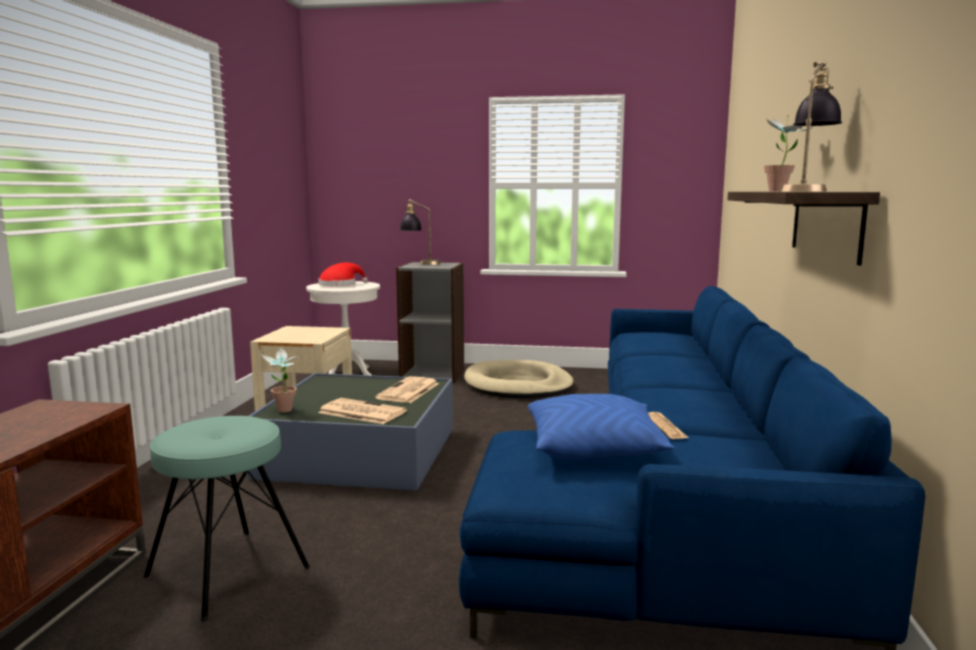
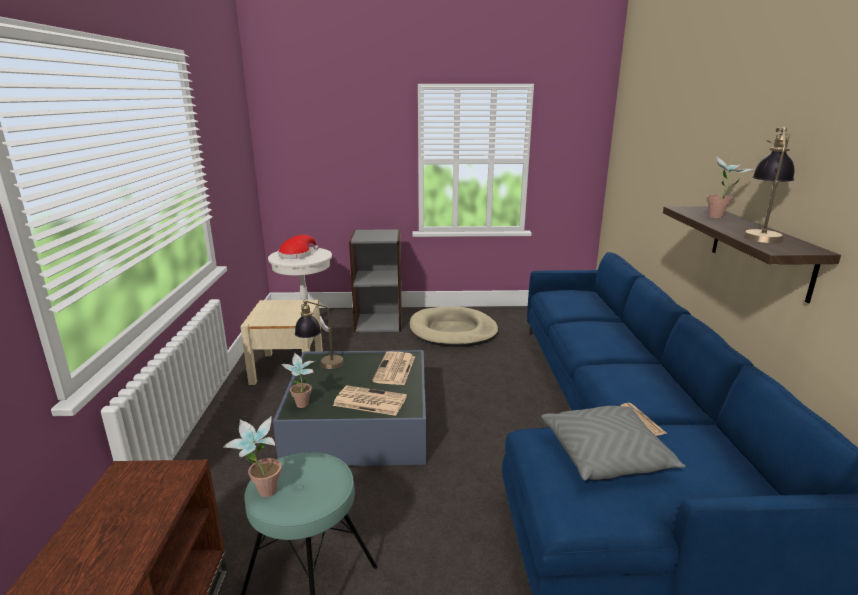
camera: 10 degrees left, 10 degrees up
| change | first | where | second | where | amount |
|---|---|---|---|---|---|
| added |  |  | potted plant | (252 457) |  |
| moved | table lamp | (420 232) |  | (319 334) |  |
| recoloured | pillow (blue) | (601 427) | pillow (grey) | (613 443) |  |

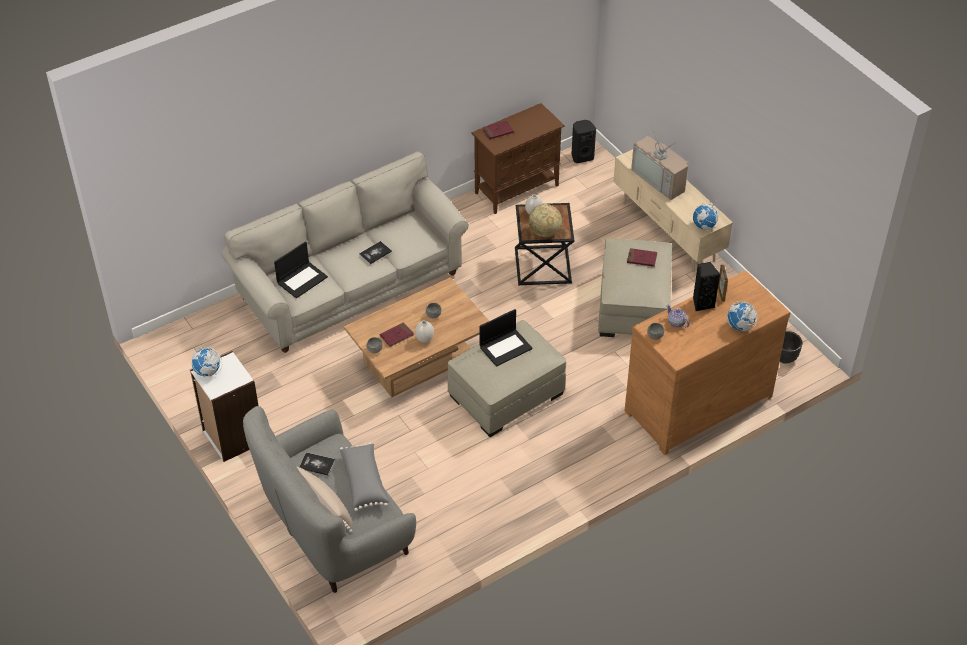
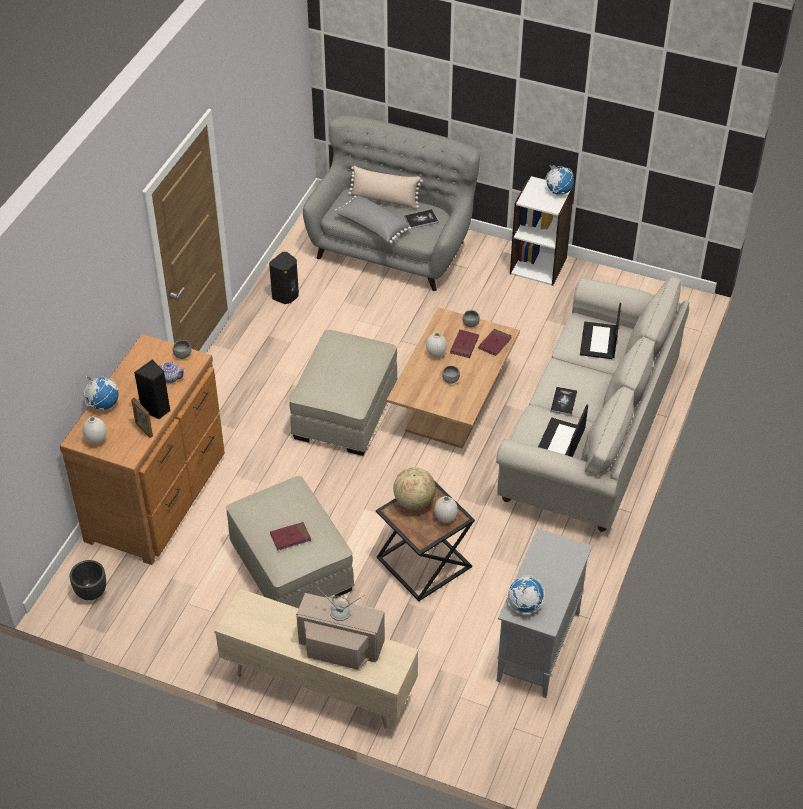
camera: 145 degrees right, 0 degrees up
| change | first | where | second | where | amount |
|---|---|---|---|---|---|
| added |  |  | vase (white) | (94 430) |  |
| moved | speaker (black) | (583 141) |  | (284 278) |  |
| moved | book (red) | (498 130) |  | (495 342) |  |
| recoloured | cabinet (brown) | (518 158) | cabinet (grey) | (544 613) |  |
| moved | globe | (706 214) |  | (525 594) |  |
| moved | laptop | (506 338) |  | (563 430) |  |

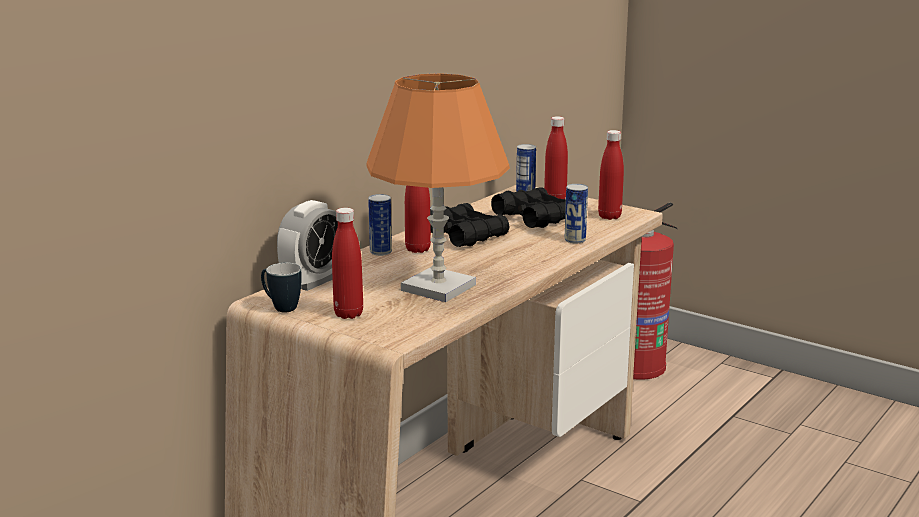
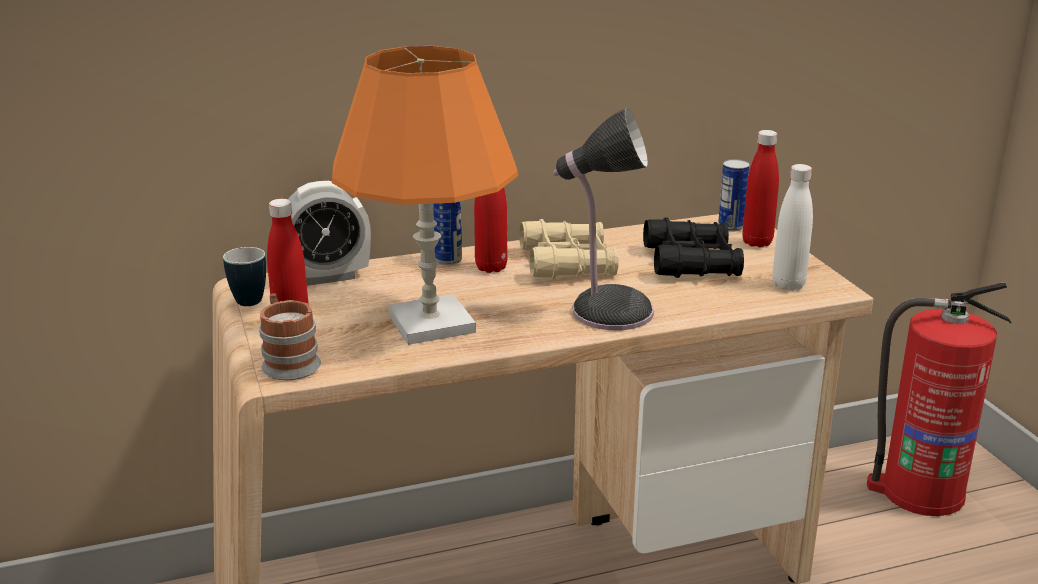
camera: 35 degrees right, 5 degrees up
| change | first | where | second | where | amount |
|---|---|---|---|---|---|
| added |  |  | mug | (290 336) |  |
| recoloured | binoculars (black) | (470 225) | binoculars (beige) | (568 249) |  |
| added |  |  | table lamp | (603 219) |  |
| recoloured | bottle (red) | (611 175) | bottle (white) | (792 227) |  |
| removed | can | (576 213) |  |  |  |

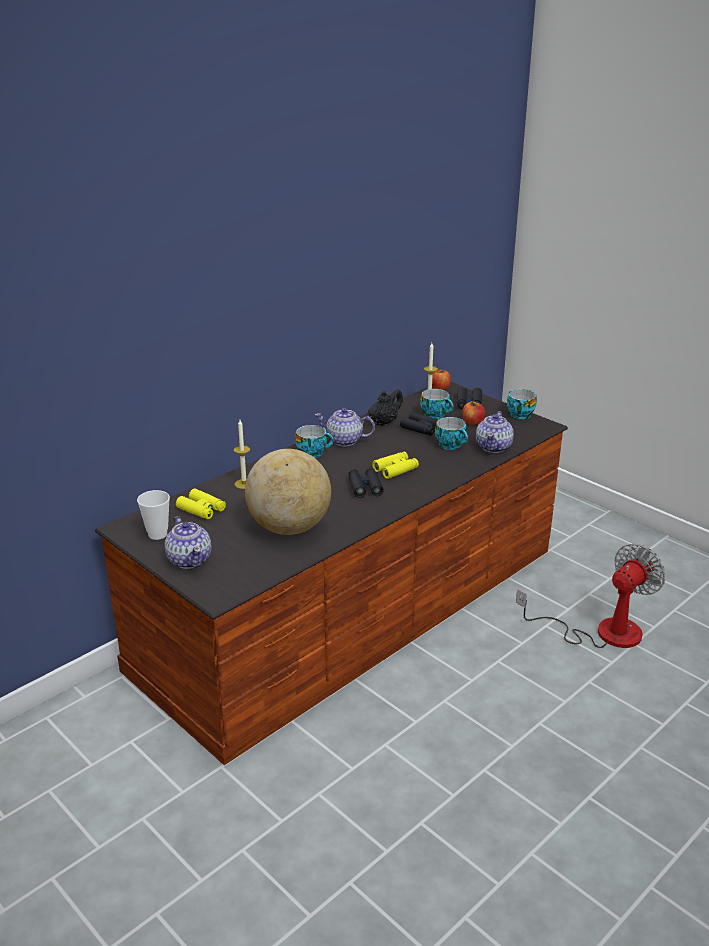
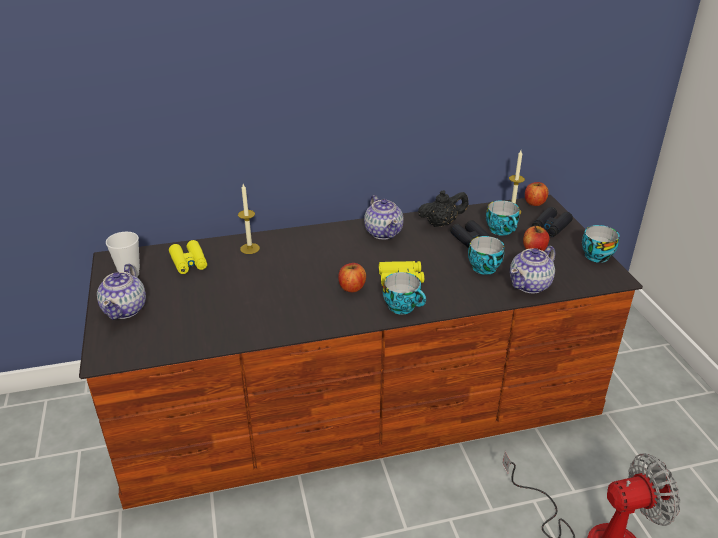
camera: 30 degrees right, 5 degrees up
| change | first | where | second | where | amount |
|---|---|---|---|---|---|
| replaced | binoculars (black) | (366 483) | apple | (352 277) |  |
| turned | teapot | (345 427) |  | (384 217) | 150 degrees counterclockwise |
| moved | cup | (314 441) |  | (404 293) |  |
| removed | globe | (288 492) |  |  |  |

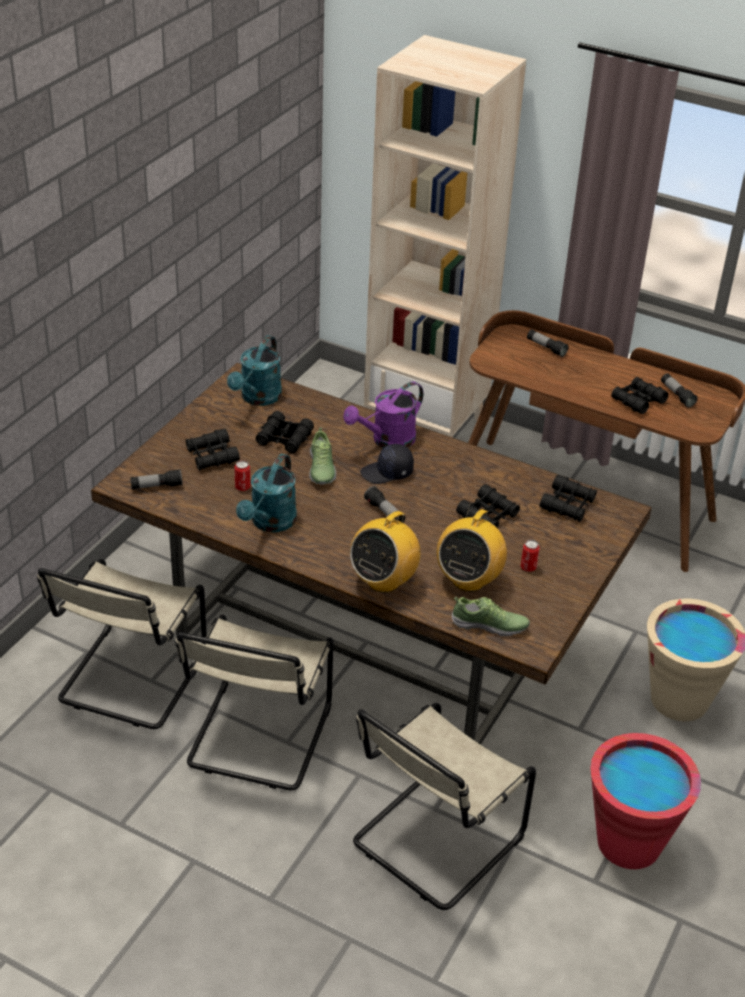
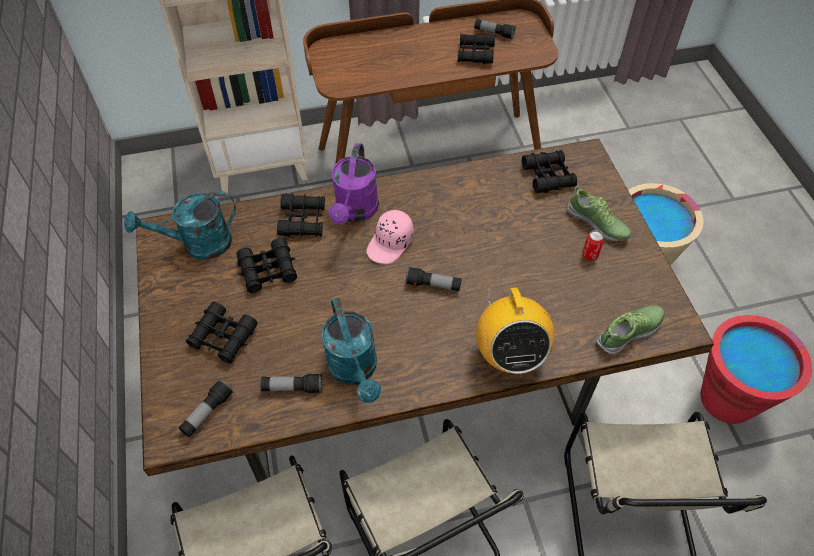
camera: 40 degrees left, 15 degrees up
| change | first | where | second | where | amount |
|---|---|---|---|---|---|
| turned | watering can (turquoise) | (254 370) |  | (180 225) | 90 degrees clockwise |
| moved | flashlight | (548 343) |  | (291 383) |  |
| moved | binoculars (black) | (488 506) |  | (301 215) |  |
| recoloured | cap (black) | (387 464) | cap (pink) | (390 237) |  |
| moved | shoe | (322 456) |  | (599 213) |  |
| removed | can | (242 475) |  |  |  |
| removed | radio | (472 548) |  |  |  |

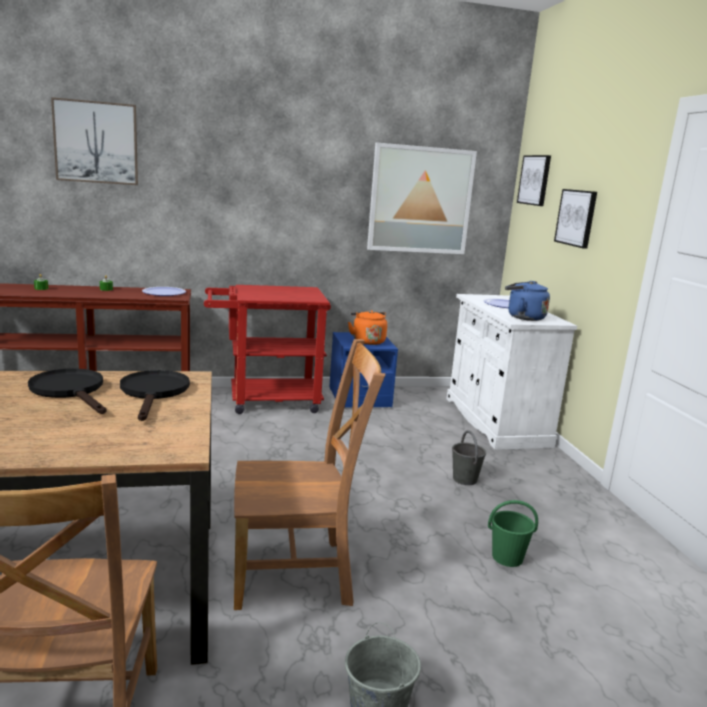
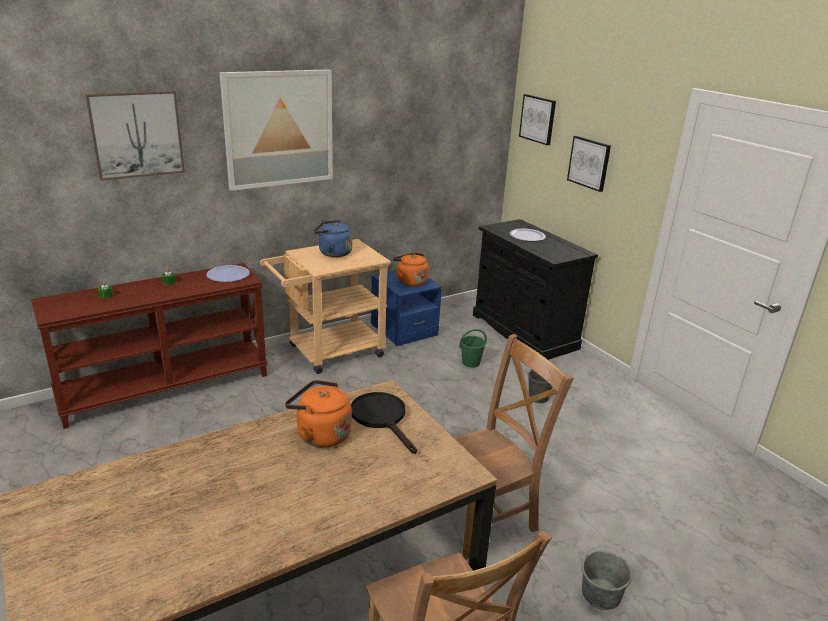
camera: 20 degrees left, 10 degrees up
| change | first | where | second | where | amount |
|---|---|---|---|---|---|
| moved | picture | (422 198) |  | (276 130) |  |
| recoloured | cart (red) | (267 349) | cart (beige) | (325 306) |  |
| replaced | frying pan (black) | (67 391) | kettle (orange) | (318 413) |  |
| moved | kettle (blue) | (527 301) |  | (332 238) |  |
| moved | bucket (green) | (513 533) |  | (473 348) |  |
| recoloured | cabinet (white) | (512 372) | cabinet (black) | (535 289) |  |

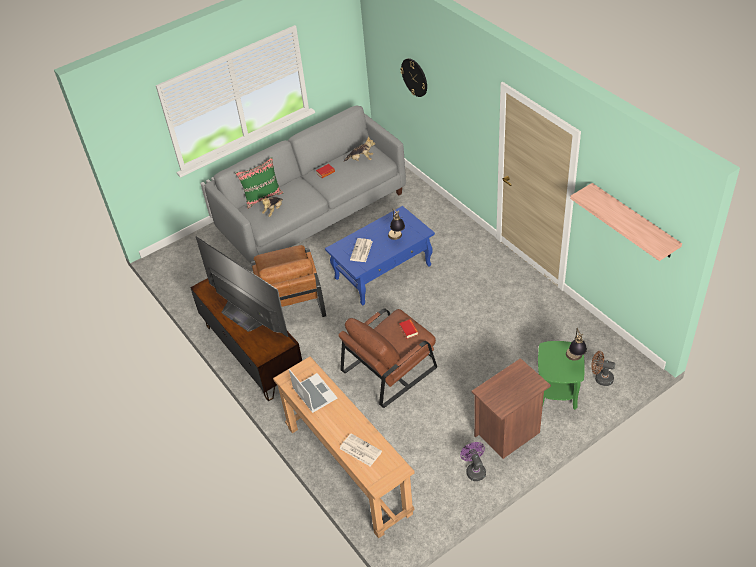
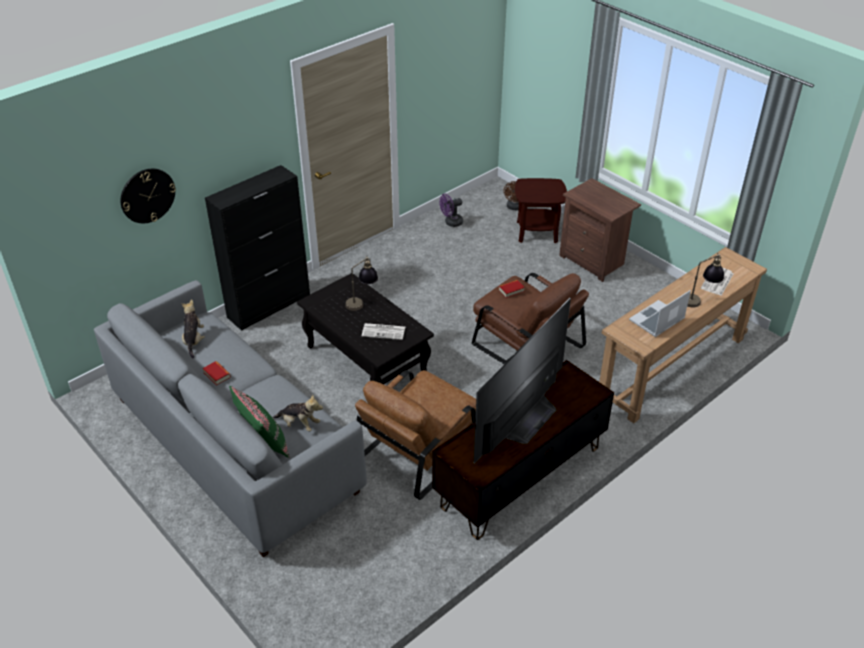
camera: 100 degrees left, 5 degrees down
| change | first | where | second | where | amount |
|---|---|---|---|---|---|
| added |  |  | cabinet (black) | (257 248) |  |
| recoloured | coffee table (blue) | (380 255) | coffee table (black) | (365 328) |  |
| turned | armchair (brown) | (288 281) |  | (415 435) | 150 degrees clockwise |
| moved | fan (purple) | (473 461) |  | (451 210) |  |
| recoloured | side table (green) | (561 375) | side table (brown) | (541 210) |  |
| moved | table lamp | (576 344) |  | (705 280) |  |
| removed | shelf | (626 222) |  |  |  |

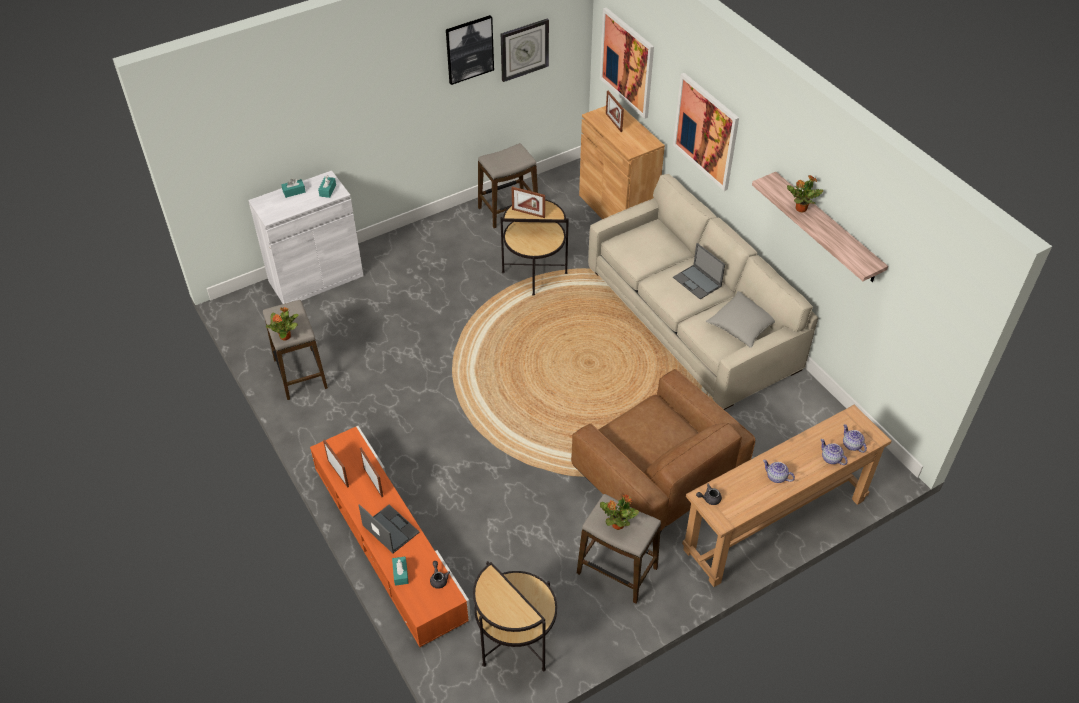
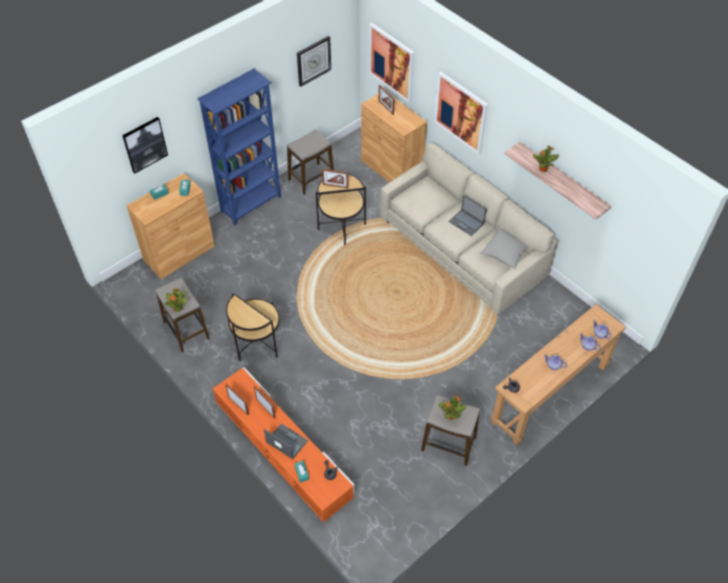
camera: 10 degrees left, 5 degrees up
| change | first | where | second | where | amount |
|---|---|---|---|---|---|
| moved | picture | (470 50) |  | (145 145) |  |
| recoloured | cabinet (white) | (305 237) | cabinet (brown) | (170 226) |  |
| added |  |  | bookcase (blue) | (239 147) |  |
| moved | side table | (515 616) |  | (253 327) |  |
| removed | armchair (brown) | (663 451) |  |  |  |

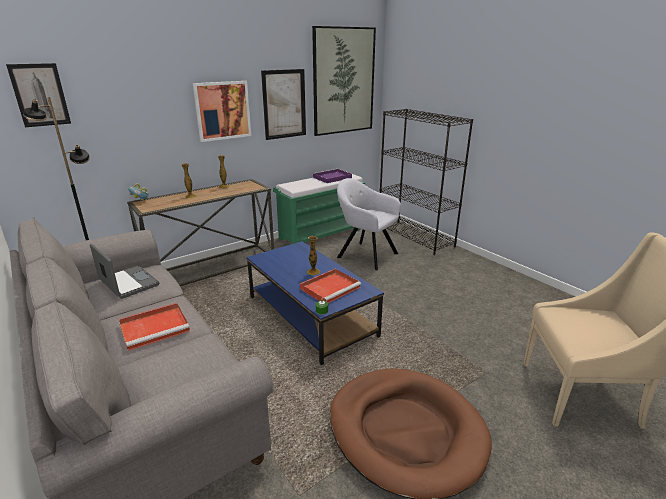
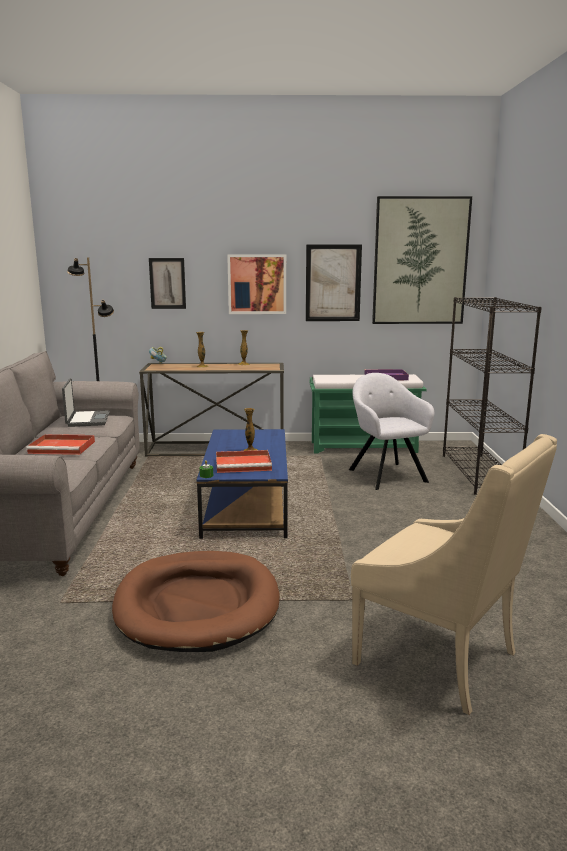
camera: 35 degrees right, 10 degrees down
| change | first | where | second | where | amount |
|---|---|---|---|---|---|
| moved | picture | (38 95) |  | (167 283) |  |

